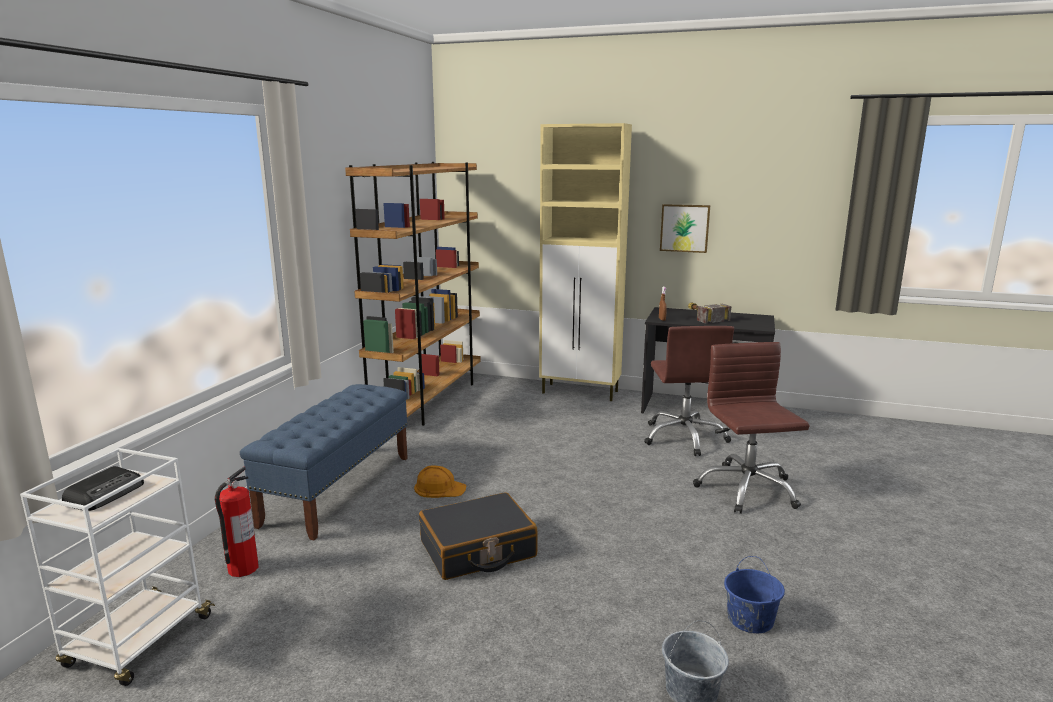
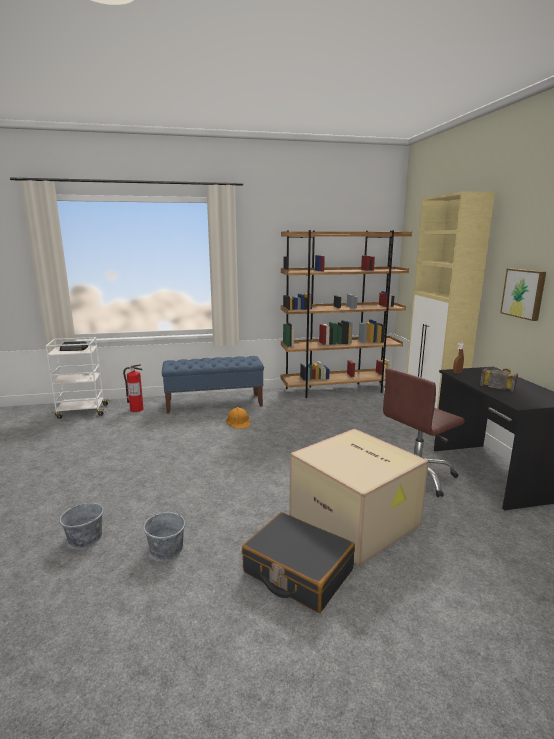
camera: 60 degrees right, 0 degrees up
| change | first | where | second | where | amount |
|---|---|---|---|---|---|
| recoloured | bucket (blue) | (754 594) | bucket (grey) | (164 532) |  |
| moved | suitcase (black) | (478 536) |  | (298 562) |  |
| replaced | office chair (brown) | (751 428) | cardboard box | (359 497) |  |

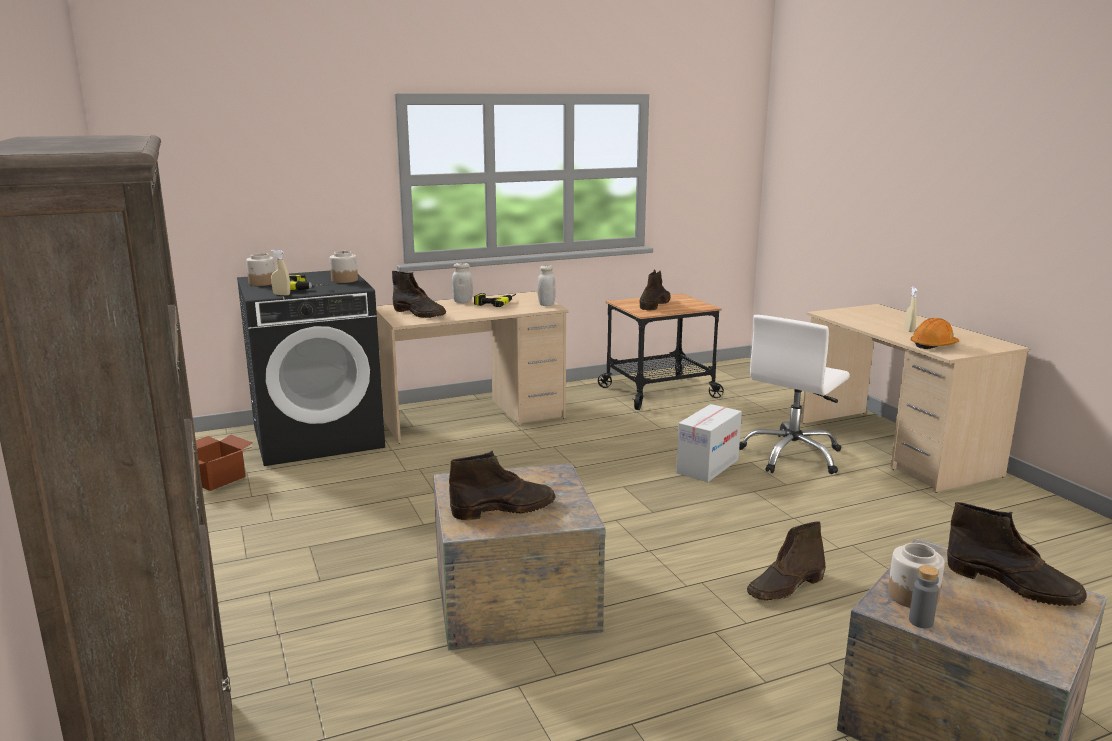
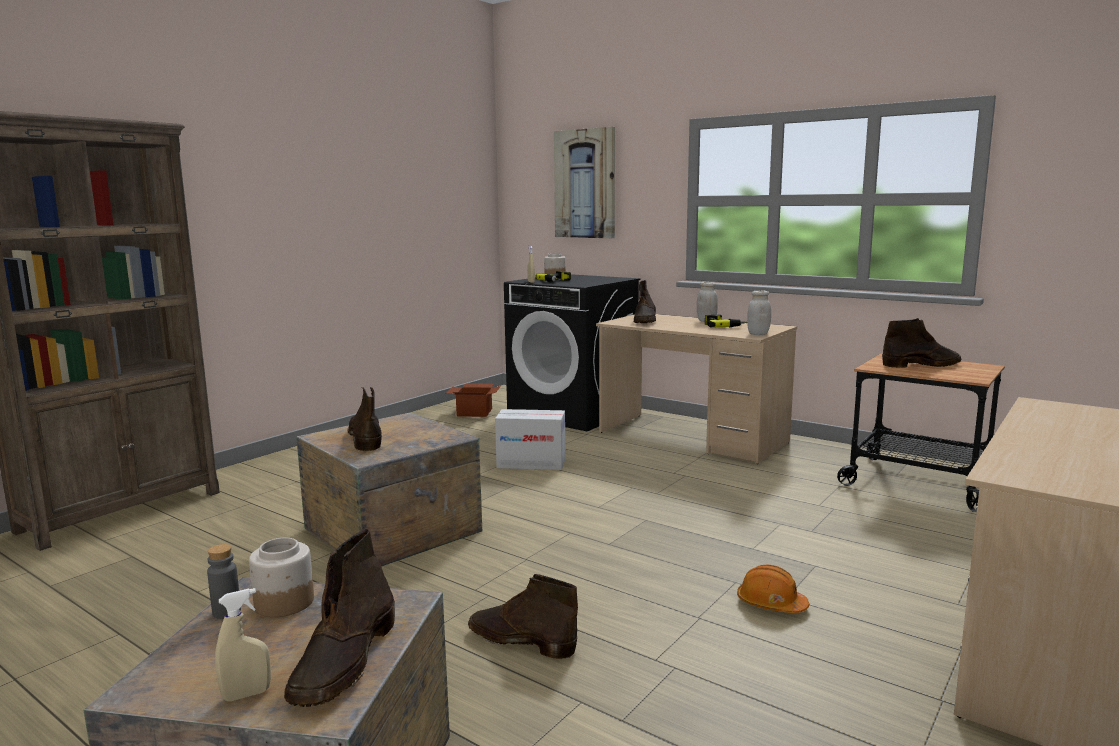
camera: 60 degrees right, 5 degrees down
| change | first | where | second | where | amount |
|---|---|---|---|---|---|
| moved | spray bottle (beige) | (910 309) |  | (243 645) |  |
| turned | boot (brown) | (502 485) |  | (365 419) | 150 degrees counterclockwise |
| moved | cardboard box | (709 443) |  | (530 439) |  |
| added |  |  | picture | (584 182) |  |
| moved | hard hat (orange) | (935 333) |  | (773 589) |  |
| removed | jar | (344 267) |  |  |  |
| removed | office chair (white) | (794 394) |  |  |  |

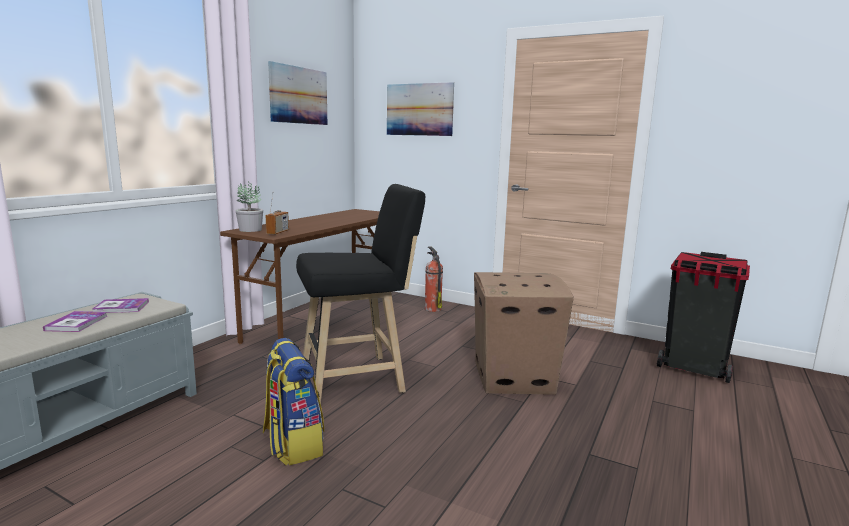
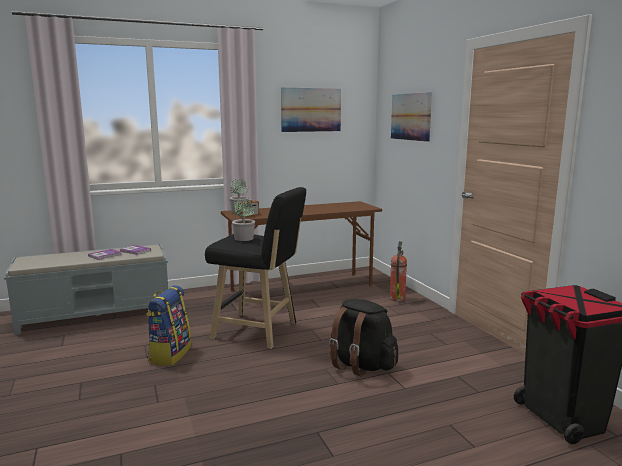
camera: 40 degrees right, 0 degrees up
| change | first | where | second | where | amount |
|---|---|---|---|---|---|
| added |  |  | potted plant | (243 220) |  |
| replaced | cardboard box | (524 333) | backpack (black) | (363 337) |  |

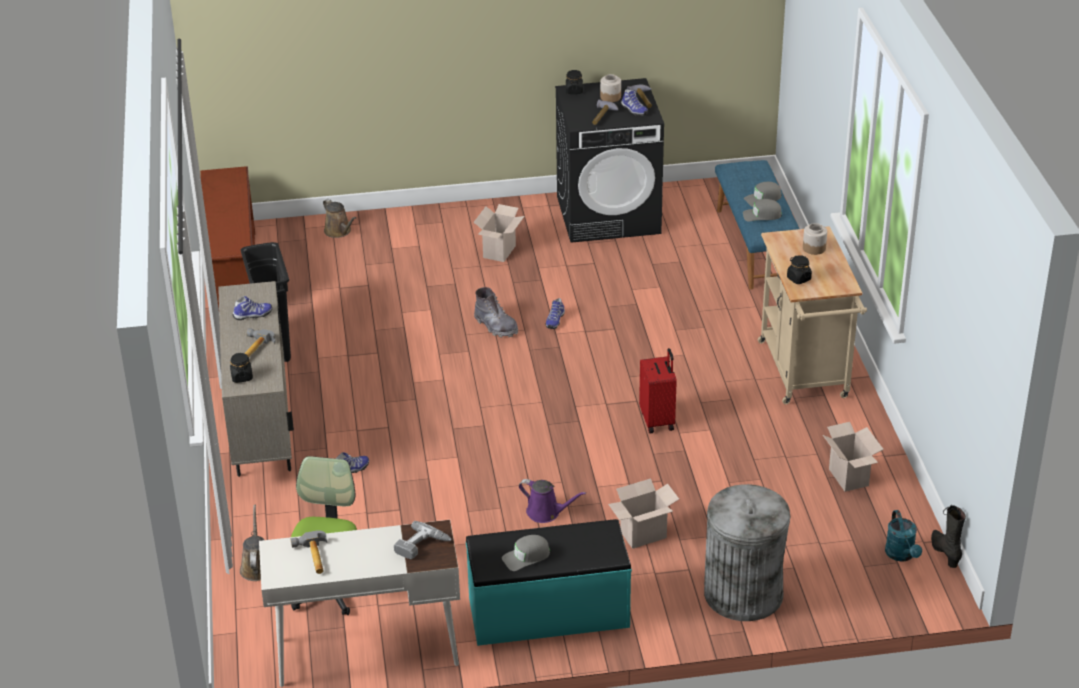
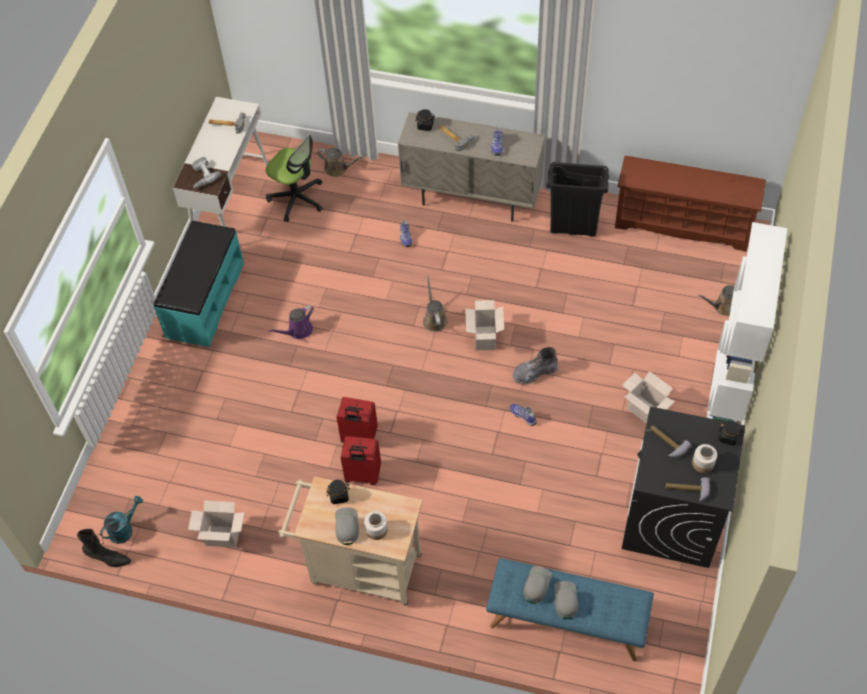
camera: 115 degrees right, 20 degrees up
| change | first | where | second | where | amount |
|---|---|---|---|---|---|
| turned | watering can (turquoise) | (903 536) |  | (121 520) | 120 degrees clockwise |
| moved | cap (grey) | (526 553) |  | (347 526) |  |
| added |  |  | suitcase (red) | (361 460) |  |
| added |  |  | watering can (brown) | (435 304) |  |
| moved | cardboard box | (643 513) |  | (484 325) |  |
| added |  |  | bookcase (white) | (746 323) |  |
| removed | shoe | (634 102) |  |  |  |
| removed | trash can (grey) | (747 552) |  |  |  |

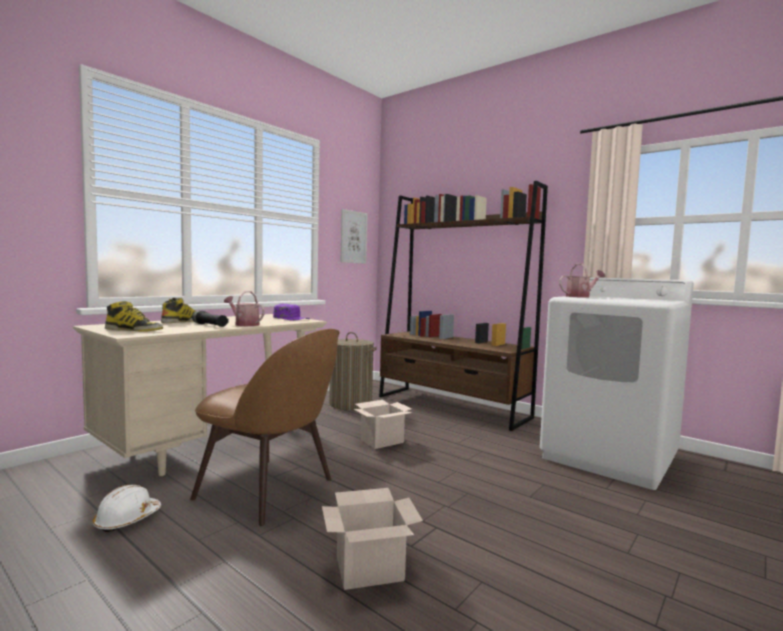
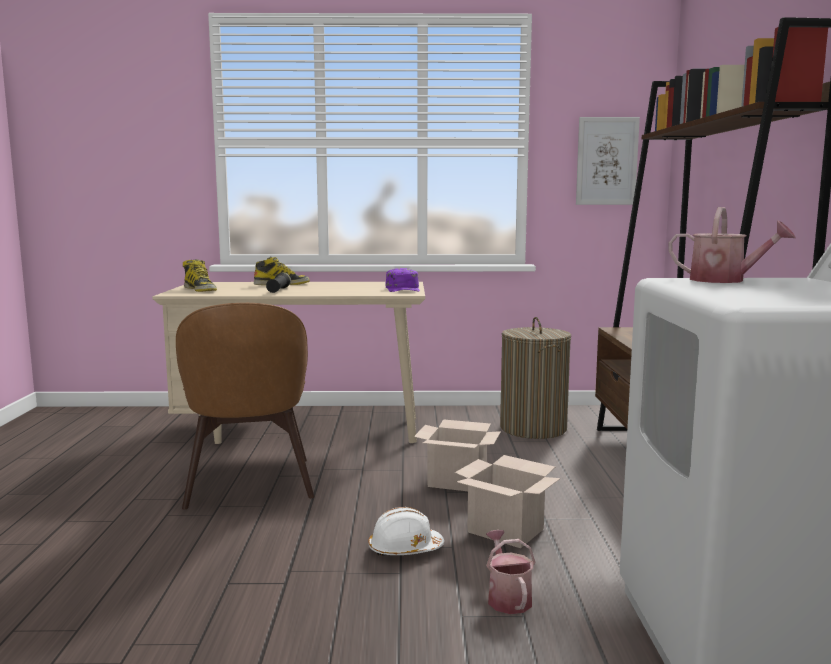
camera: 50 degrees right, 5 degrees up
| change | first | where | second | where | amount |
|---|---|---|---|---|---|
| moved | hard hat (white) | (127 508) |  | (406 531) |  |
| moved | cardboard box | (372 539) |  | (508 501) |  |
| moved | watering can | (244 308) |  | (511 572) |  |

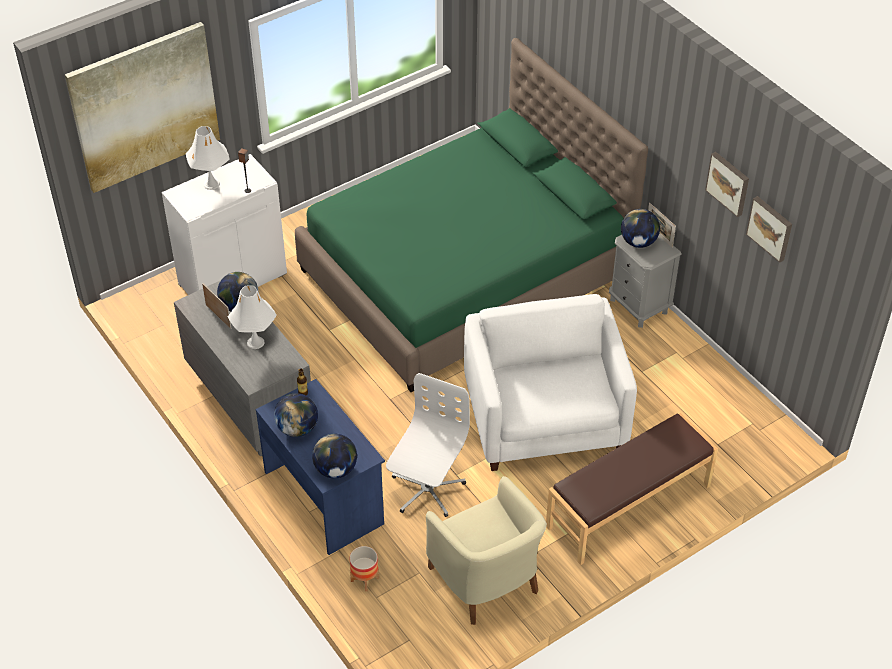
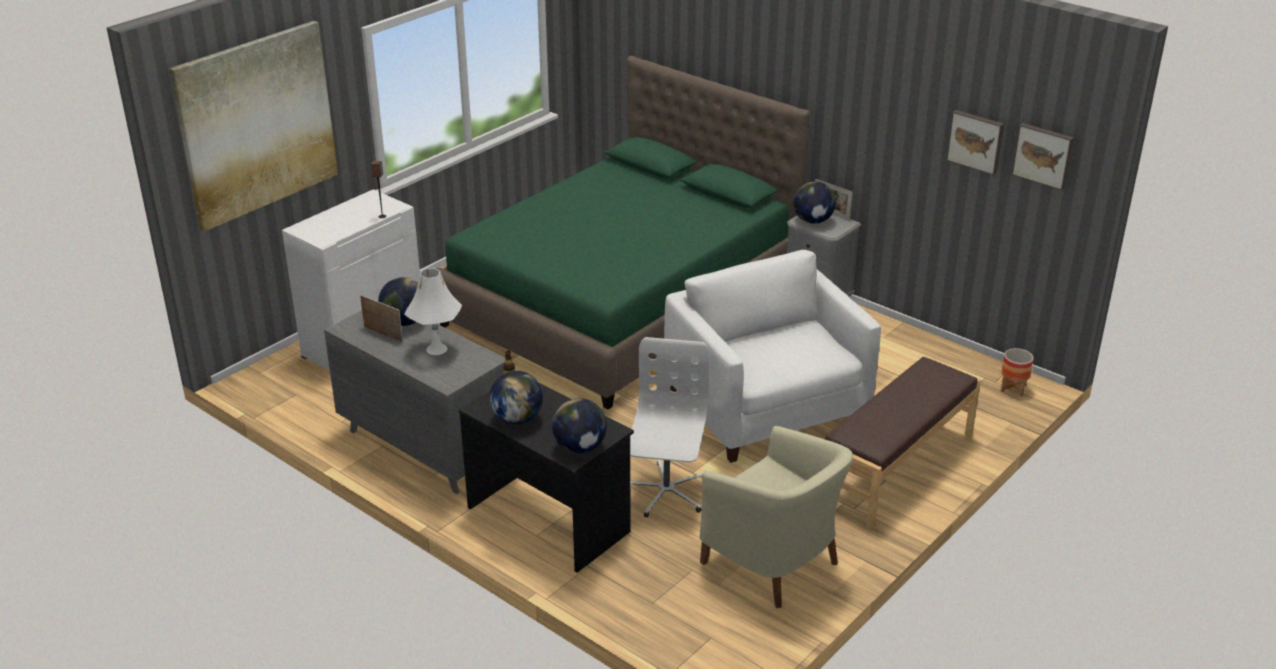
camera: 15 degrees left, 15 degrees down
| change | first | where | second | where | amount |
|---|---|---|---|---|---|
| recoloured | desk (blue) | (320 467) | desk (black) | (546 478) |  |
| moved | planter | (364 568) |  | (1017 372) |  |
| moved | picture | (727 184) |  | (1043 156) |  |
| removed | table lamp (white) | (208 158) |  |  |  |

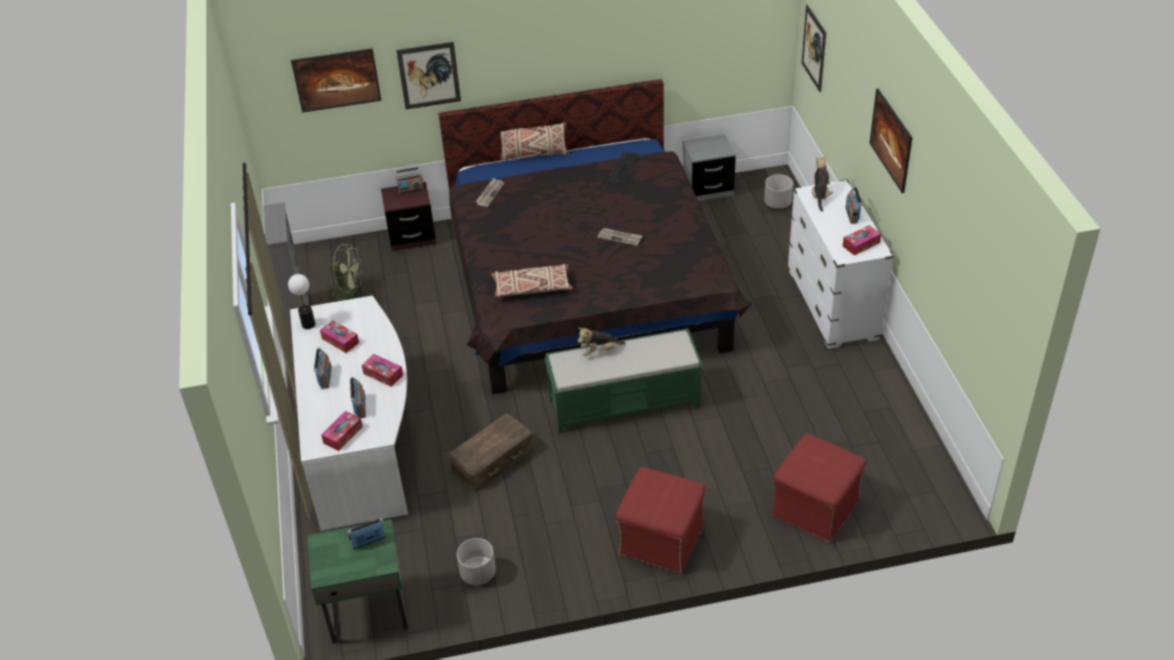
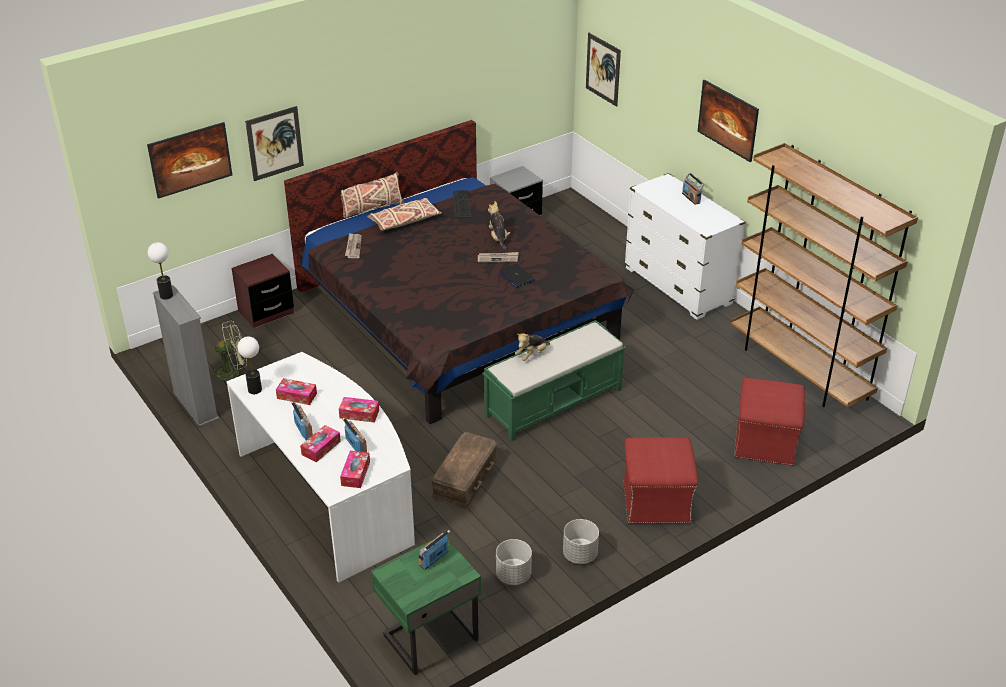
camera: 25 degrees left, 5 degrees down
| change | first | where | second | where | amount |
|---|---|---|---|---|---|
| added |  |  | table lamp | (160 270) |  |
| moved | tissue box | (862 240) |  | (320 443) |  |
| moved | pillow (beige) | (531 280) |  | (404 214) |  |
| moved | plush toy | (822 183) |  | (499 226) |  |
| added |  |  | laptop | (516 276) |  |
| moved | planter (grey) | (778 191) |  | (581 541) |  |
| added |  |  | bookcase (brown) | (824 275) |  |
| removed | radio | (409 180) |  |  |  |

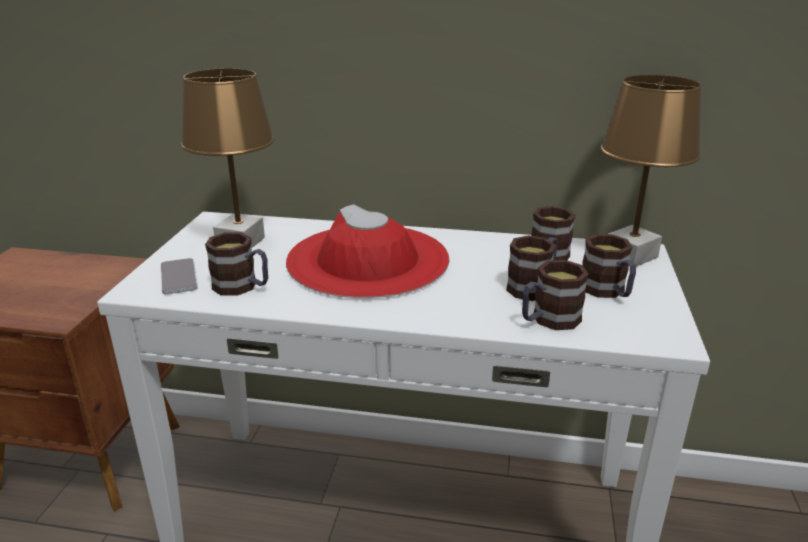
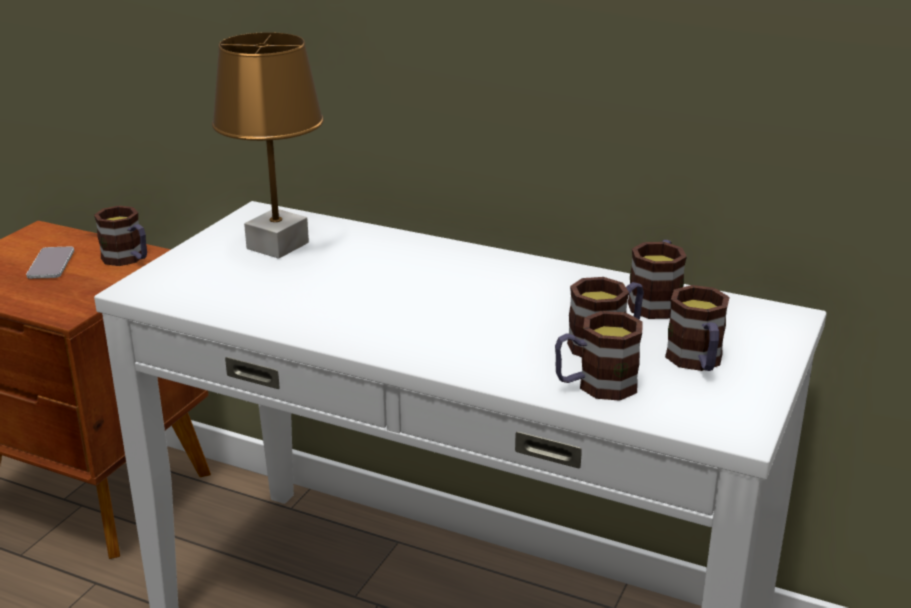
camera: 15 degrees right, 0 degrees up
| change | first | where | second | where | amount |
|---|---|---|---|---|---|
| moved | phone | (179 276) |  | (50 263) |  |
| moved | mug | (236 264) |  | (120 236) |  |
| removed | hat (red) | (367 251) |  |  |  |
| removed | table lamp (brown) | (651 171) |  |  |  |

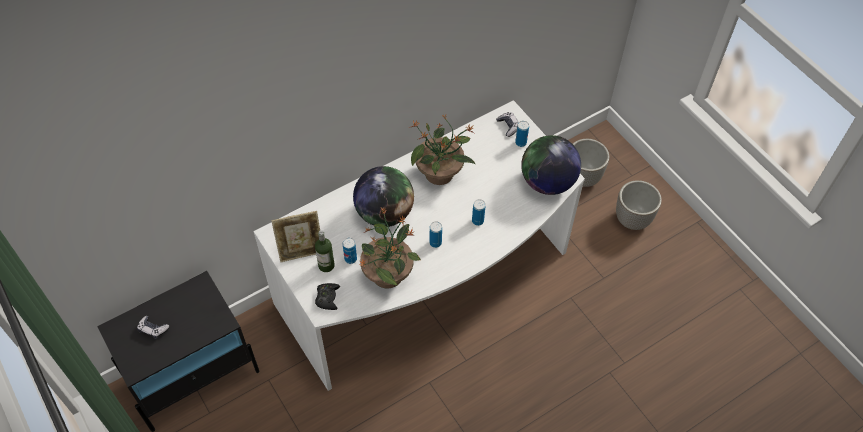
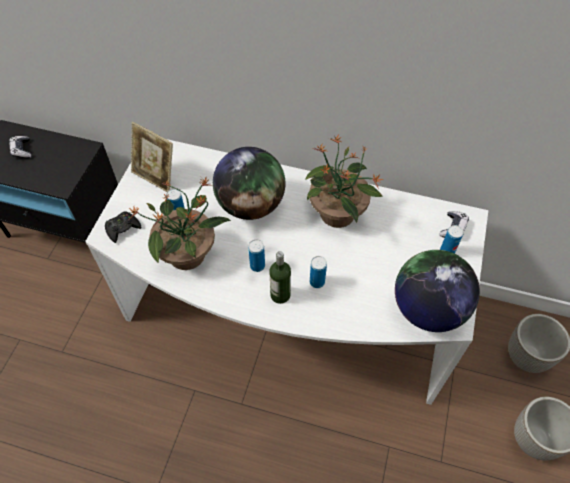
camera: 50 degrees right, 0 degrees up
| change | first | where | second | where | amount |
|---|---|---|---|---|---|
| moved | bottle | (325 251) |  | (280 277) |  |

